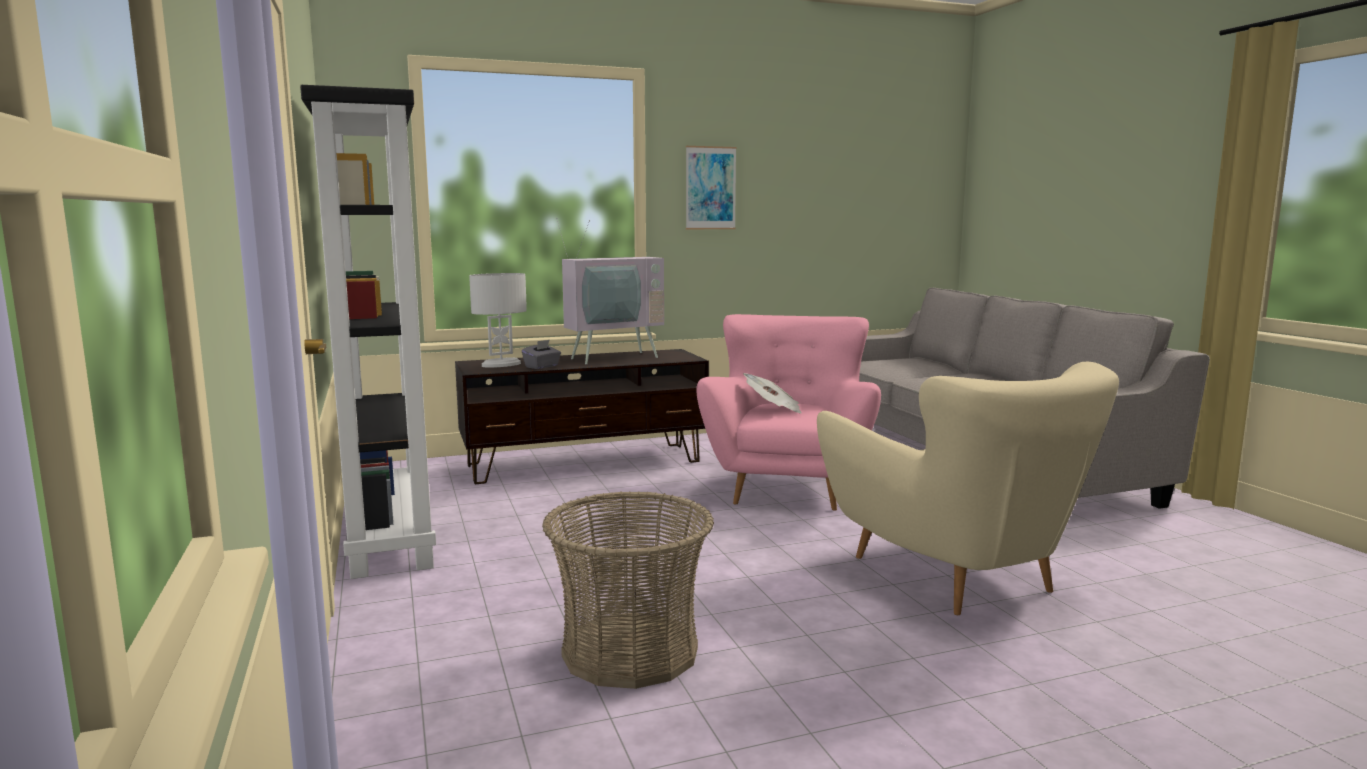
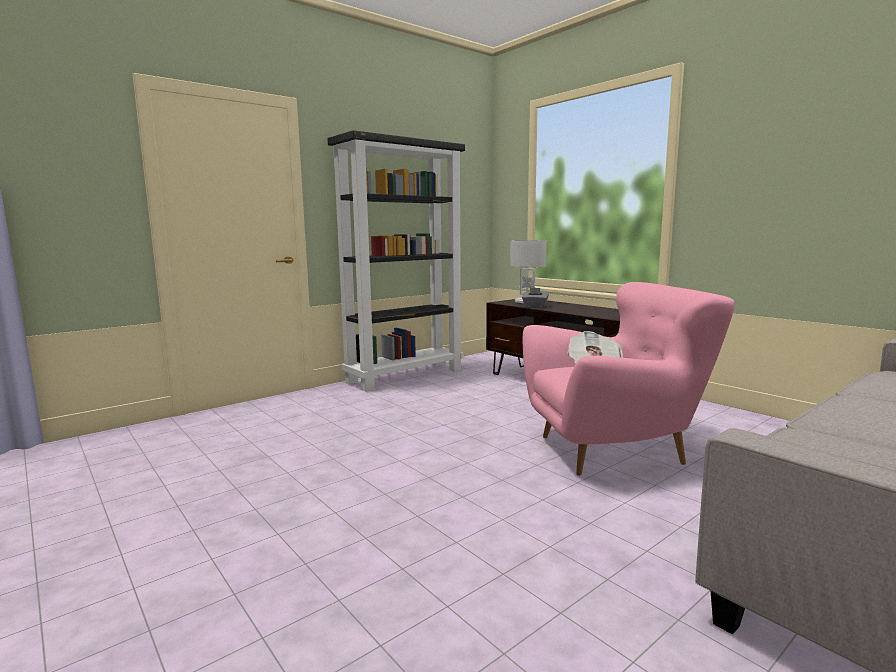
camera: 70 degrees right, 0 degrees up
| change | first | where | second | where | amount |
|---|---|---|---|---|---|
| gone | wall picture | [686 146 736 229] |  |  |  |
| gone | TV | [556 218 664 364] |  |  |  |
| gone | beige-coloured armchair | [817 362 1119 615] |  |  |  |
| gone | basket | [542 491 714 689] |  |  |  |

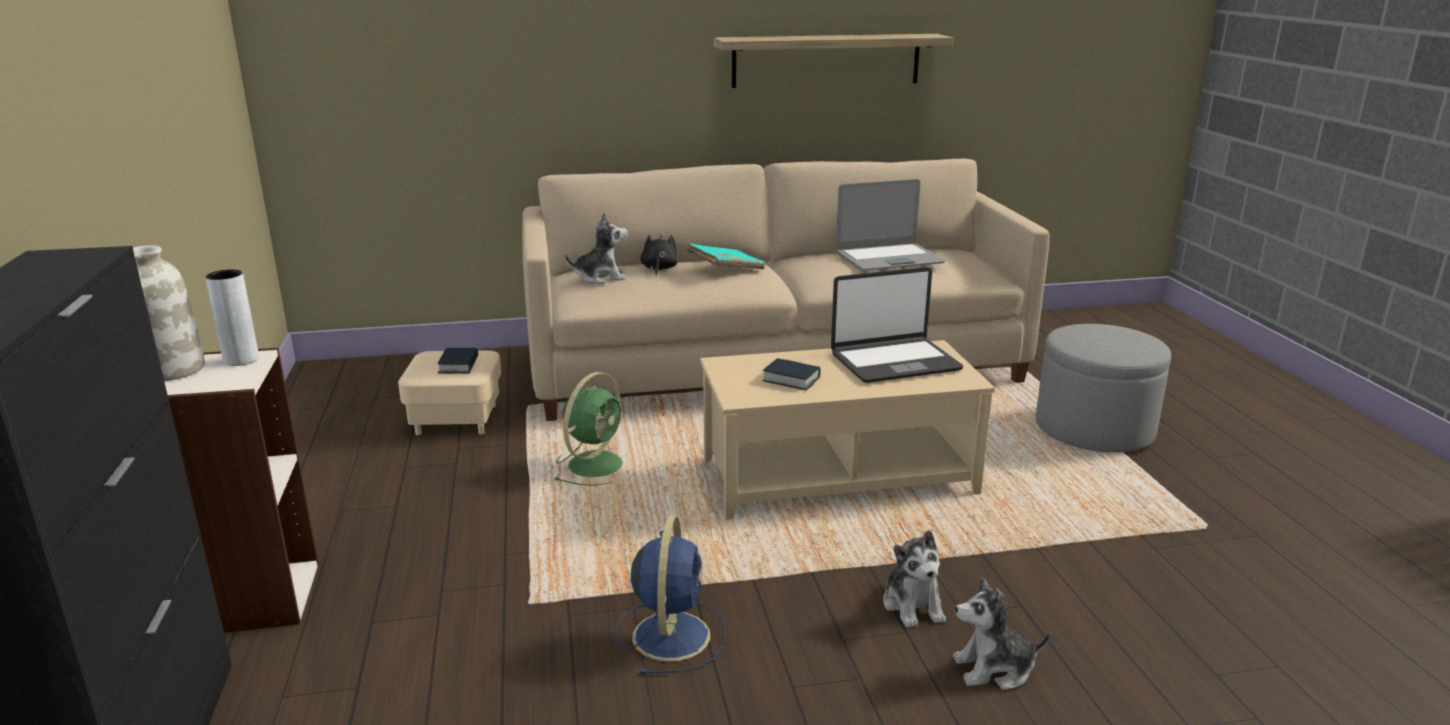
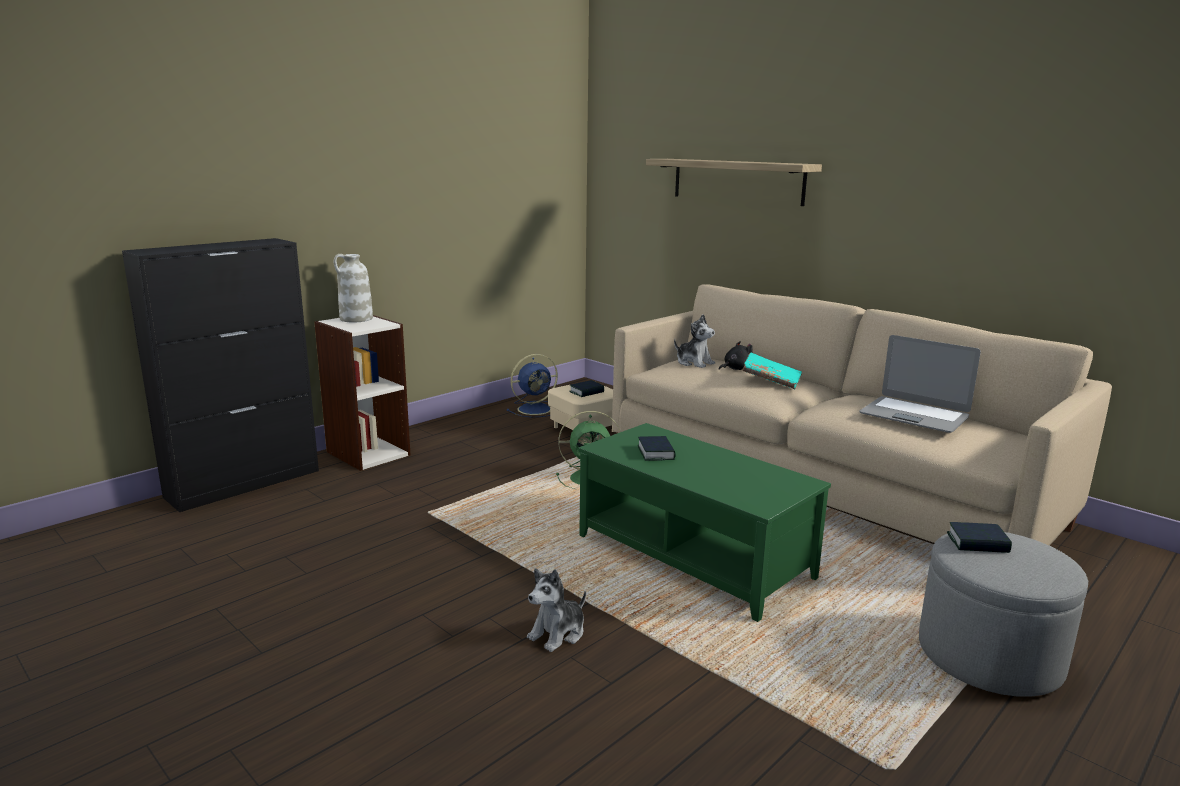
camera: 55 degrees right, 5 degrees down
| change | first | where | second | where | amount |
|---|---|---|---|---|---|
| shifted | bracket shelf | [714 34 954 88] |  | [646 159 822 206] |  |
| gone | notebook computer | [831 267 963 383] |  |  |  |
| gone | grey flower vase | [205 269 259 366] |  |  |  |
| repainted | beige-coloured coffee table | [700 340 995 520] | greenish coffee table | [578 423 831 622] |  |
| shifted | blue electric fan | [616 515 727 675] |  | [507 354 558 417] |  |
| gone | cuddly toy | [953 577 1051 690] |  |  |  |
| new |  |  | bound book | [947 522 1012 553] |  |

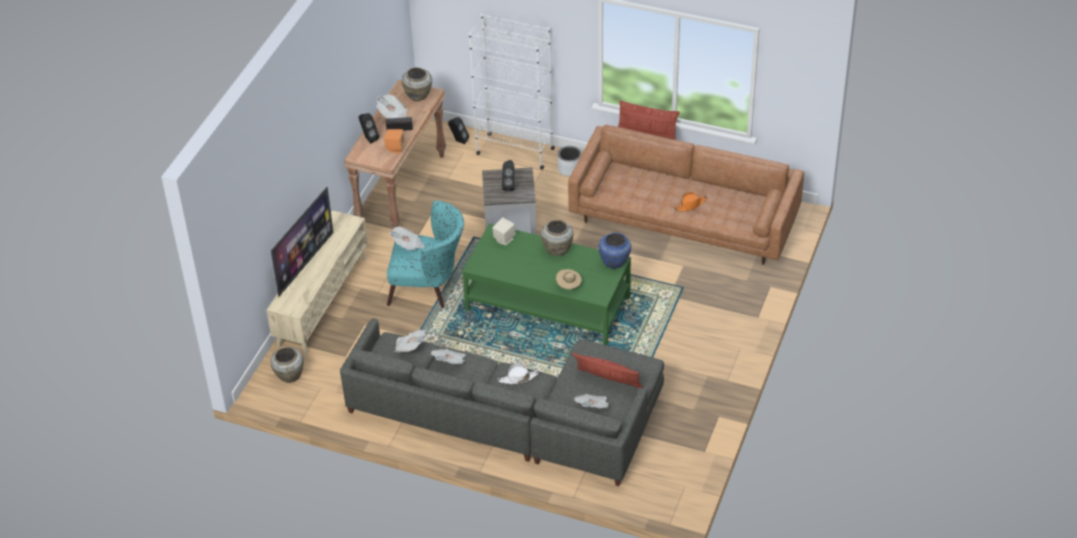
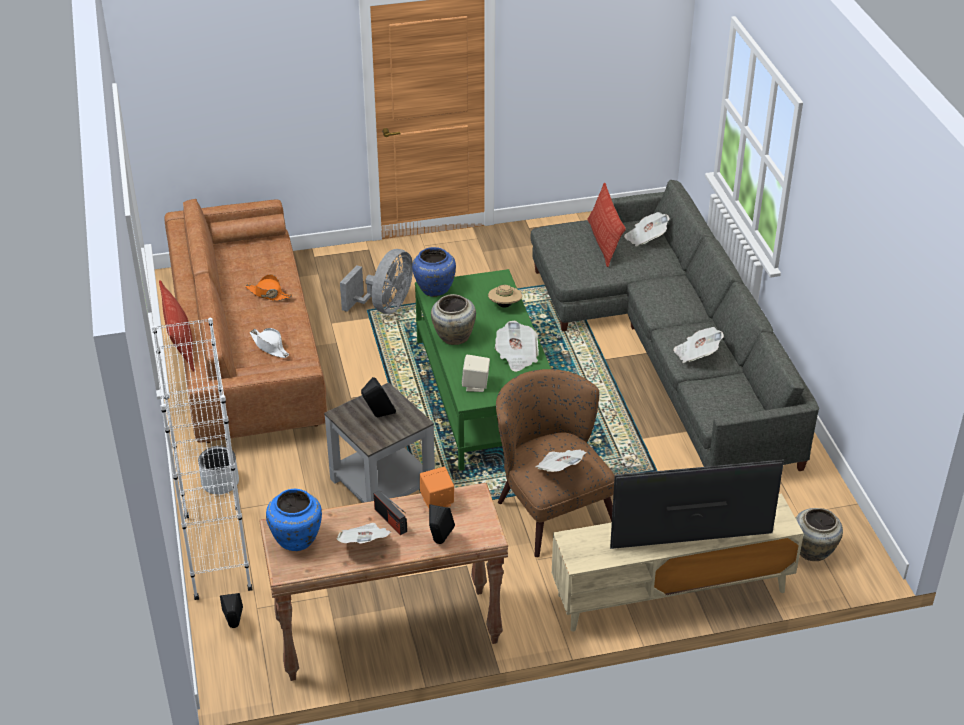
camera: 125 degrees left, 5 degrees down
| change | first | where | second | where | amount |
|---|---|---|---|---|---|
| repainted | beige-coloured flower vase | [402 67 432 101] | blue flower vase | [266 489 322 551] |  |
| repainted | turquoise armchair | [387 201 464 308] | brown-coloured armchair | [496 369 615 557] |  |
| shifted | newspaper | [394 330 426 352] |  | [495 321 539 372] |  |
| shifted | white hat | [497 363 539 384] |  | [250 328 289 358] |  |
| new |  |  | grey electric fan | [340 249 413 314] |  |

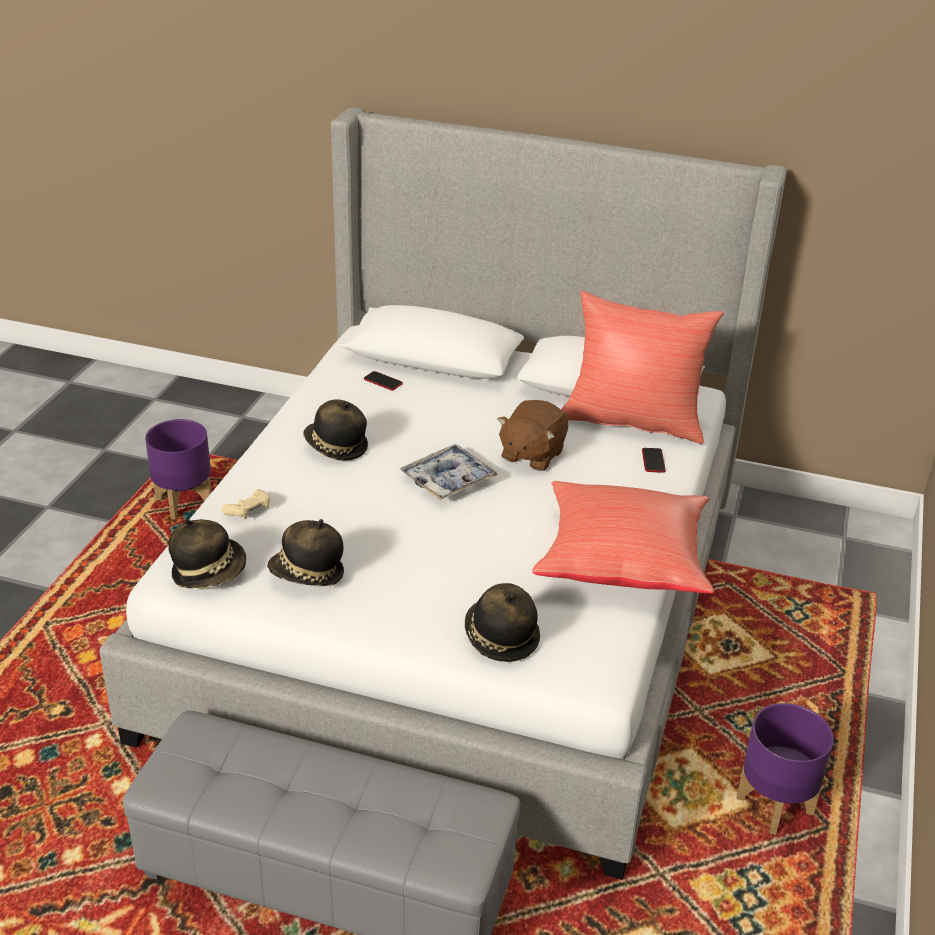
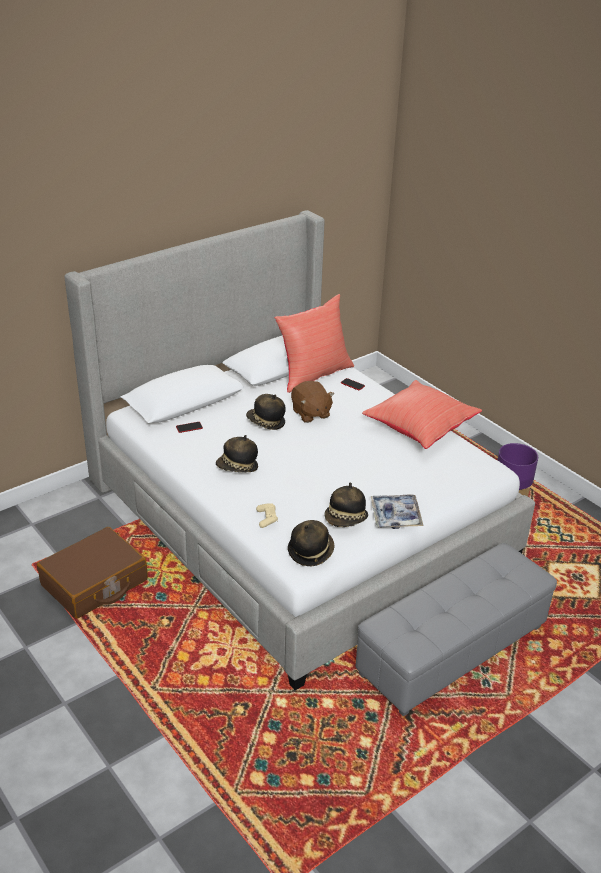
camera: 55 degrees left, 0 degrees up
| change | first | where | second | where | amount |
|---|---|---|---|---|---|
| swapped | purplish flower pot | [145 419 212 519] | brown-coloured travel case | [37 527 148 619] |  |
| shifted | carrying tray | [400 444 499 500] |  | [371 494 423 529] |  |
| shifted | hat | [465 583 540 662] |  | [246 394 286 430] |  |

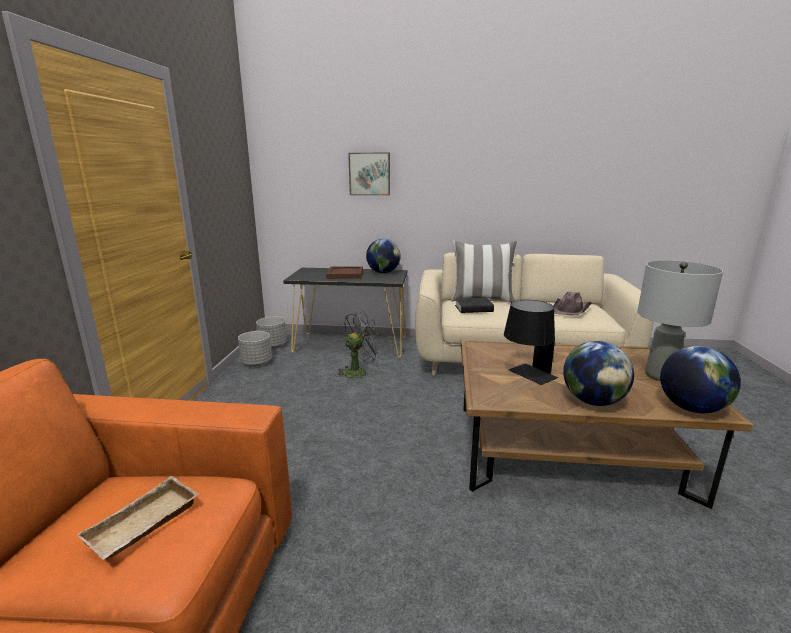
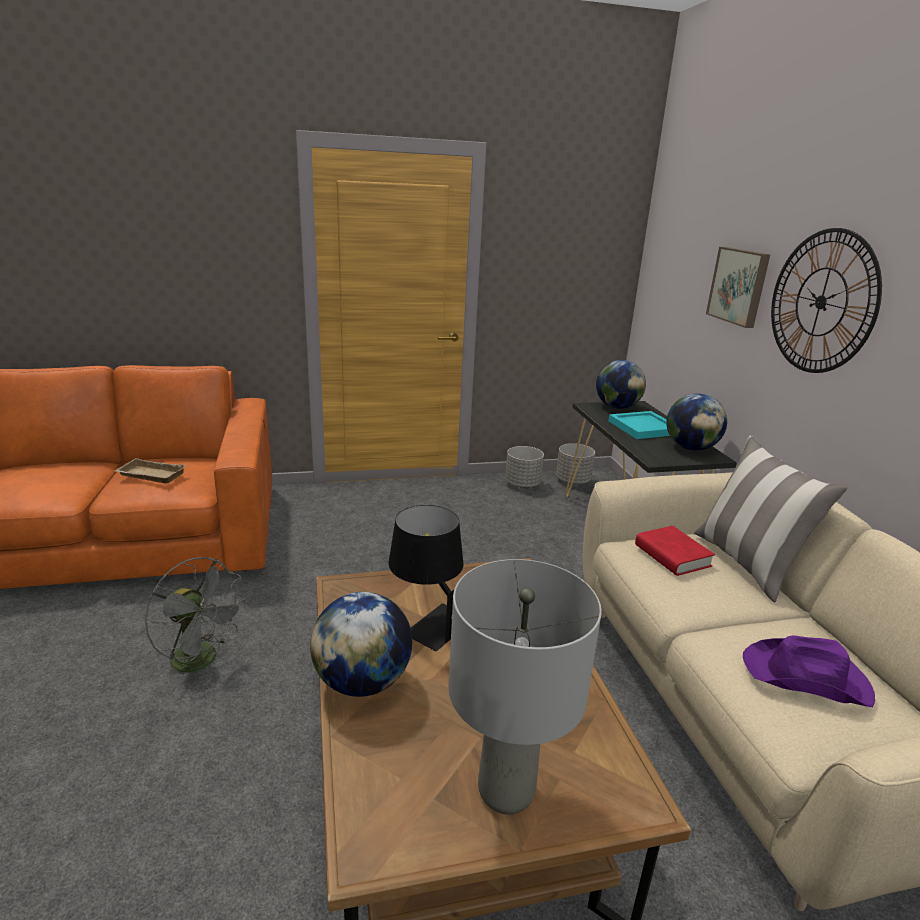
camera: 70 degrees right, 5 degrees up
| change | first | where | second | where | amount |
|---|---|---|---|---|---|
| repainted | brown-coloured carrying tray | [326 266 363 279] | turquoise carrying tray | [608 411 670 439] |  |
| repainted | brown-coloured hat | [553 292 592 315] | purplish hat | [743 635 875 707] |  |
| repainted | black-coloured bound book | [455 297 494 313] | red-coloured bound book | [635 526 715 576] |  |
| shifted | grey electric fan | [335 311 384 378] |  | [145 557 247 687] |  |
| shifted | desk globe | [660 346 741 413] |  | [596 360 646 409] |  |
| new |  |  | hanging clock | [771 228 882 373] |  |

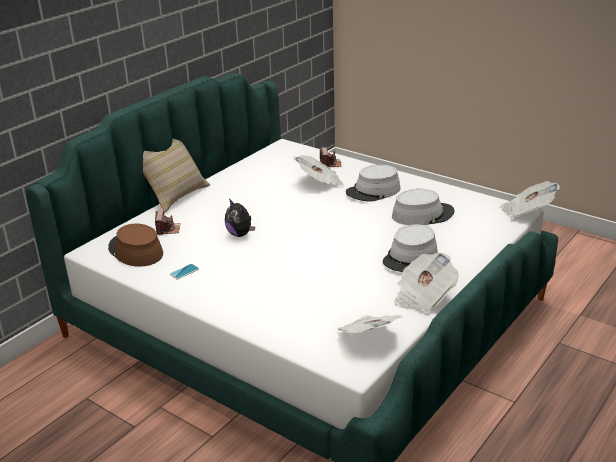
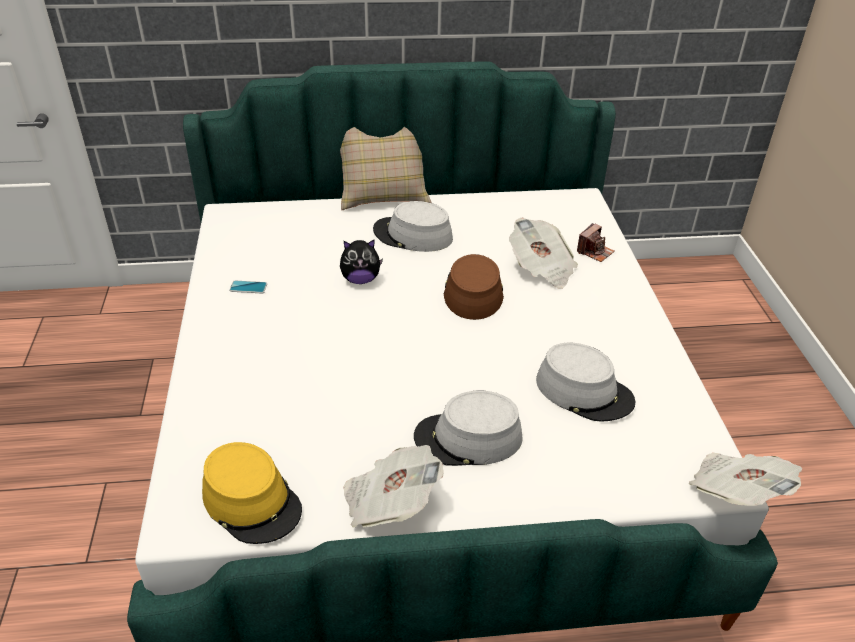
camera: 45 degrees right, 10 degrees up
| change | first | where | second | where | amount |
|---|---|---|---|---|---|
| shifted | grey hat | [346 165 401 202] |  | [373 201 453 252] |  |
| rotated | cuddly toy | [225 199 255 237] |  | [340 240 383 284] | 105 degrees counterclockwise |
| gone | still camera | [155 210 180 235] |  |  |  |
| shifted | brown-coloured hat | [108 224 163 267] |  | [444 254 504 320] |  |
| swapped | newspaper | [337 315 402 333] | yellow hat | [202 442 302 544] |  |

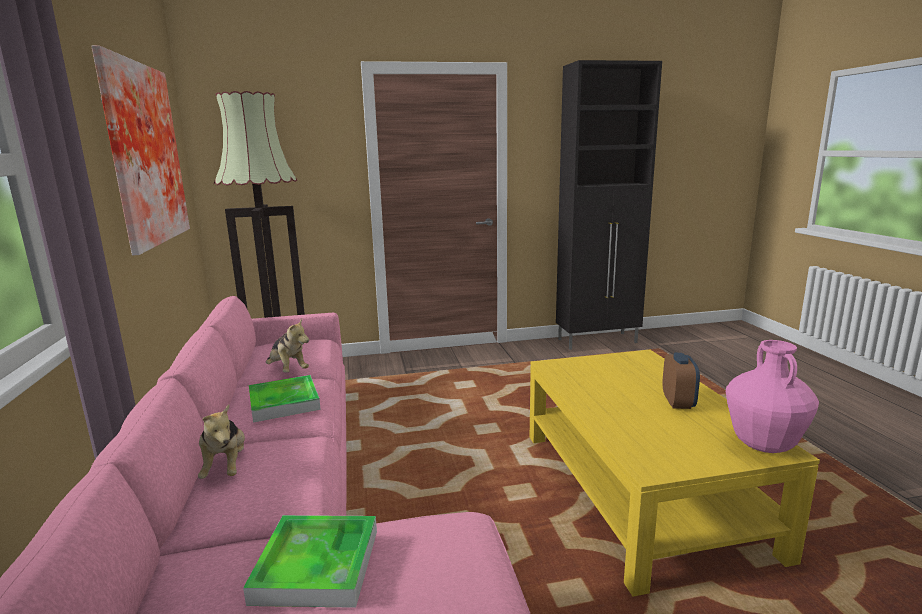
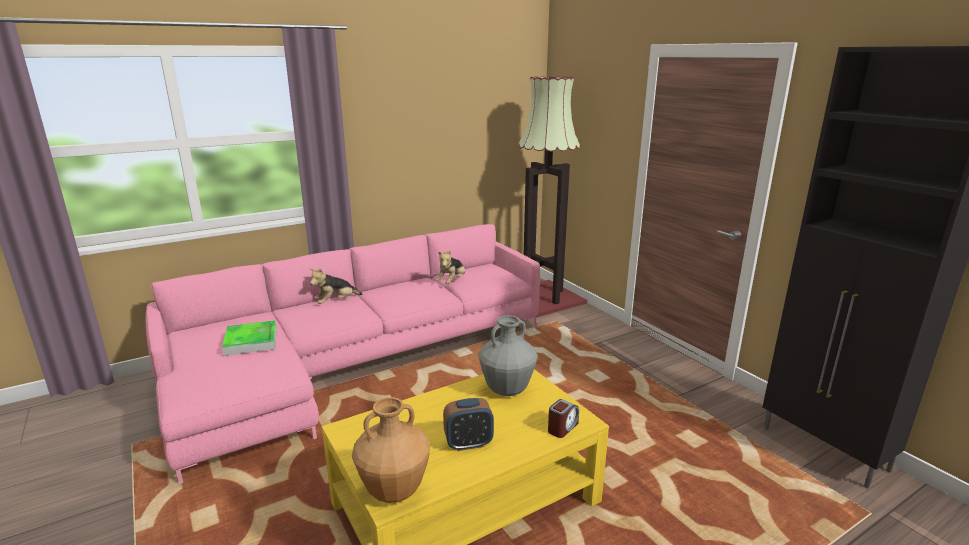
camera: 70 degrees right, 5 degrees up
| change | first | where | second | where | amount |
|---|---|---|---|---|---|
| gone | wall picture | [92 45 190 255] |  |  |  |
| repainted | pink-coloured flower vase | [726 340 819 453] | brown-coloured flower vase | [352 397 430 503] |  |
| gone | carrying tray | [249 375 321 423] |  |  |  |
| new |  |  | grey flower vase | [479 315 538 396] |  |
| new |  |  | bedside clock | [548 399 579 438] |  |

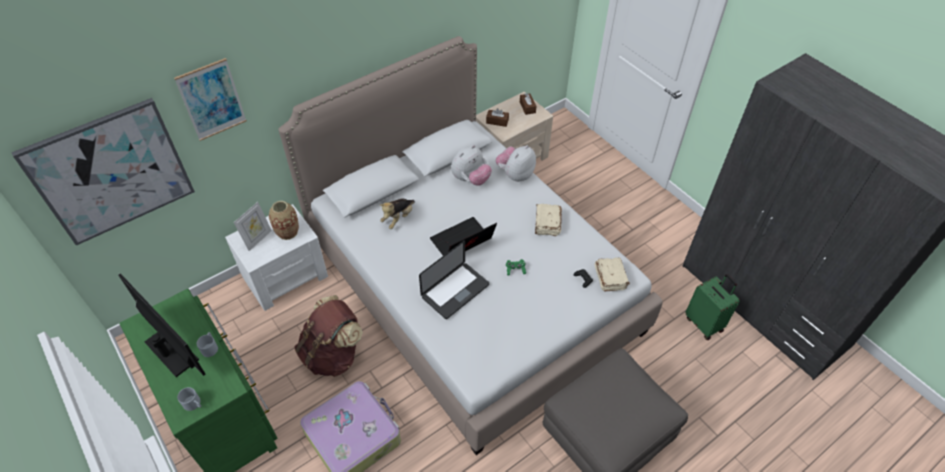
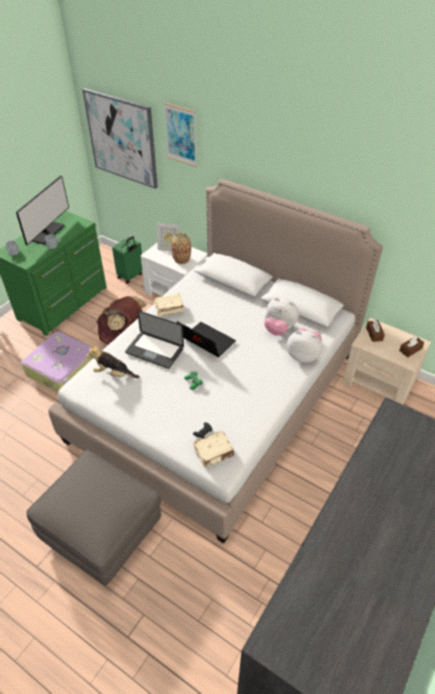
camera: 70 degrees right, 5 degrees down
| change | first | where | second | where | amount |
|---|---|---|---|---|---|
| shifted | cuddly toy | [380 198 415 229] |  | [86 344 139 378] |  |
| shifted | beige-coloured bound book | [535 204 562 236] |  | [154 293 184 317] |  |
| shifted | greenish travel case | [685 274 740 340] |  | [112 236 143 284] |  |

